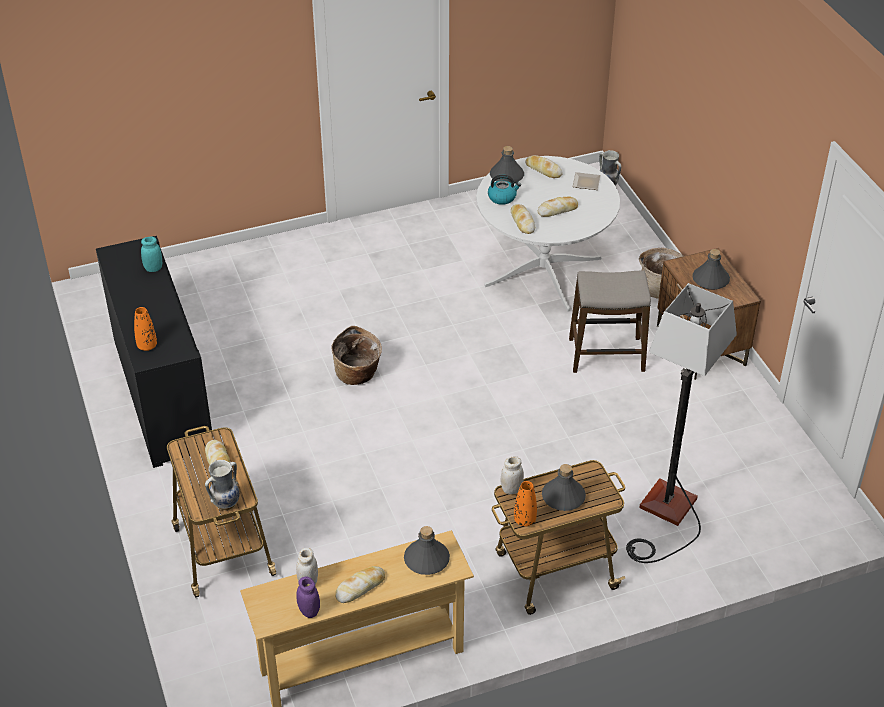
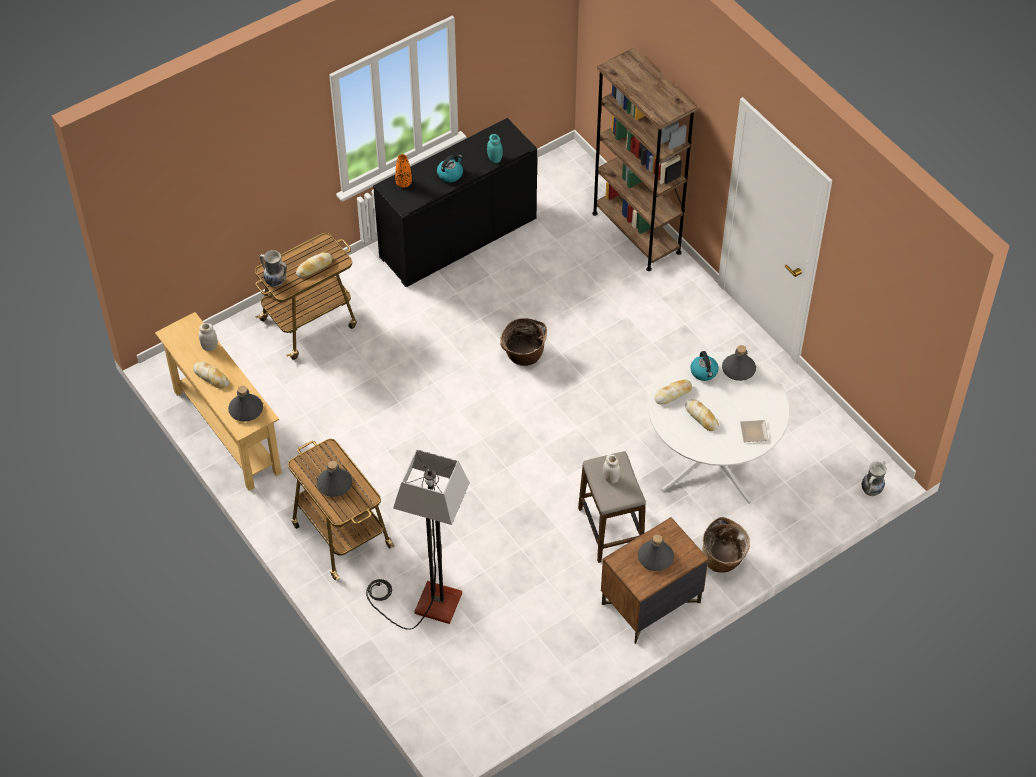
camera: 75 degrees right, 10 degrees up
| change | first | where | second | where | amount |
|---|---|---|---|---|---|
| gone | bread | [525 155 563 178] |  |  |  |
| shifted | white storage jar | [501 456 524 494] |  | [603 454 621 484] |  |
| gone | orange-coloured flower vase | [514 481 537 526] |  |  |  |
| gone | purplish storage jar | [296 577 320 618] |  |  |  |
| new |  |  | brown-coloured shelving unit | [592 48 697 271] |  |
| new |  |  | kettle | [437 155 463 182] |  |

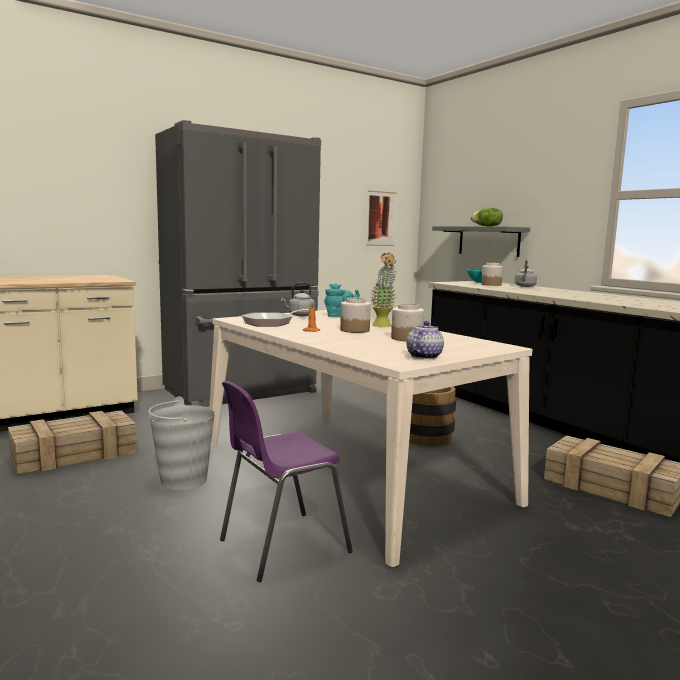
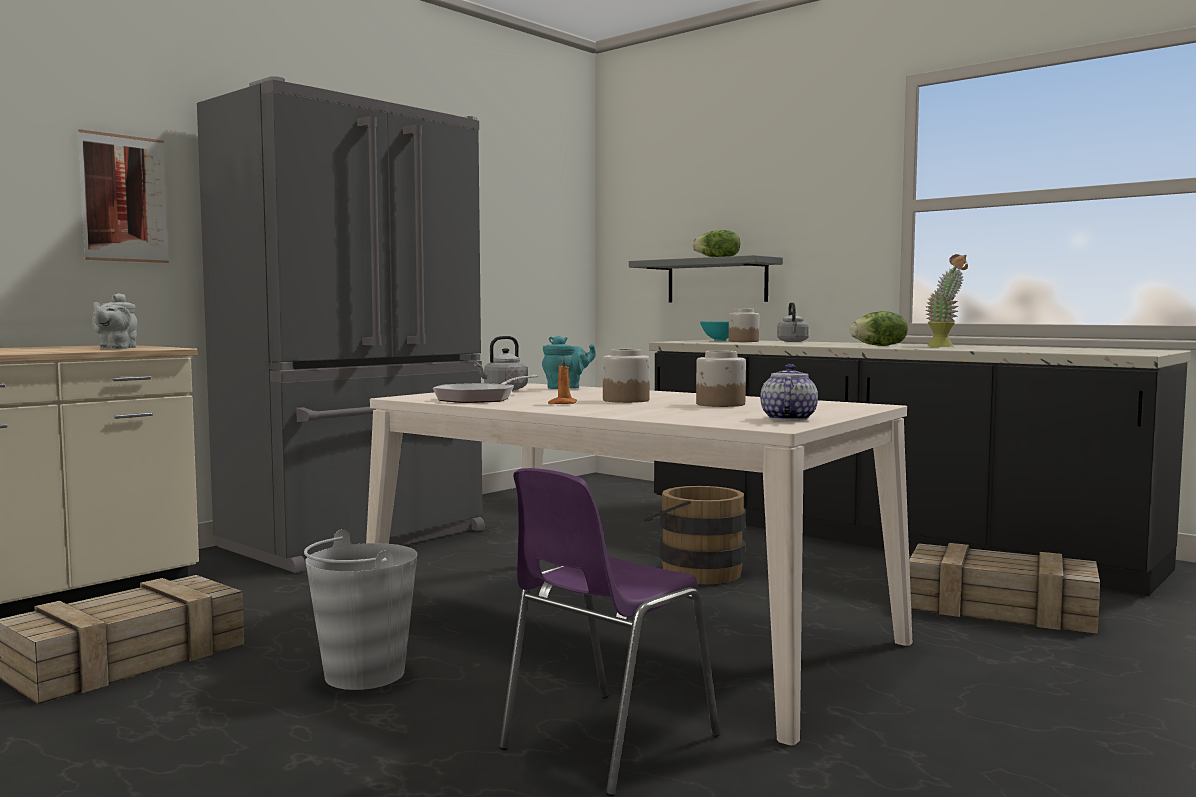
camera: 15 degrees left, 5 degrees down
| change | first | where | second | where | amount |
|---|---|---|---|---|---|
| shifted | wall picture | [366 191 397 246] |  | [78 129 169 263] |  |
| shifted | potted plant | [370 253 397 327] |  | [925 254 968 347] |  |
| new |  |  | grey tea pot | [92 293 138 349] |  |
| new |  |  | lettuce head | [850 311 908 346] |  |

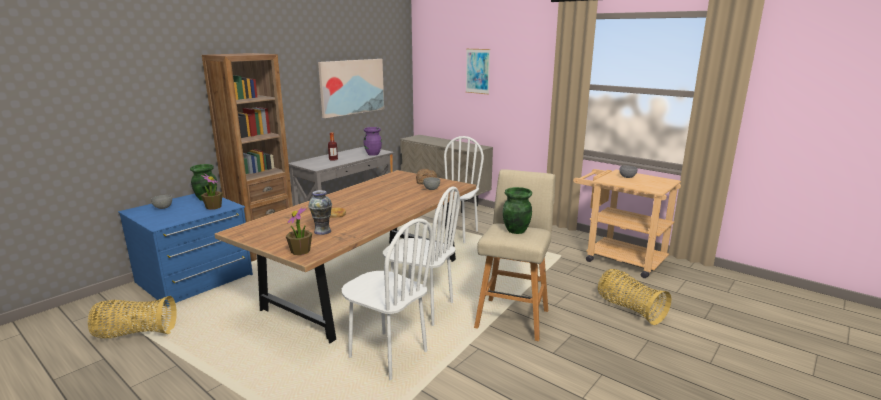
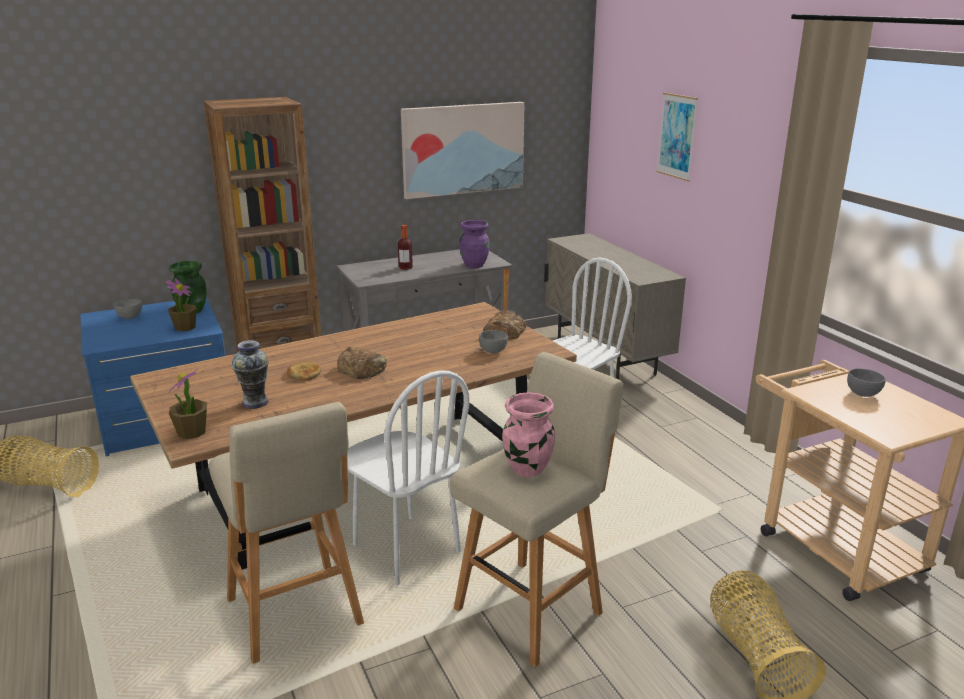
camera: 25 degrees right, 5 degrees up
| change | first | where | second | where | amount |
|---|---|---|---|---|---|
| repainted | greenish flower vase | [503 187 532 234] | pink-coloured flower vase | [502 392 555 477] |  |
| swapped | white upright chair | [342 218 434 380] | beige-coloured stool | [209 402 364 664] |  |
| new |  |  | bread | [337 347 387 379] |  |

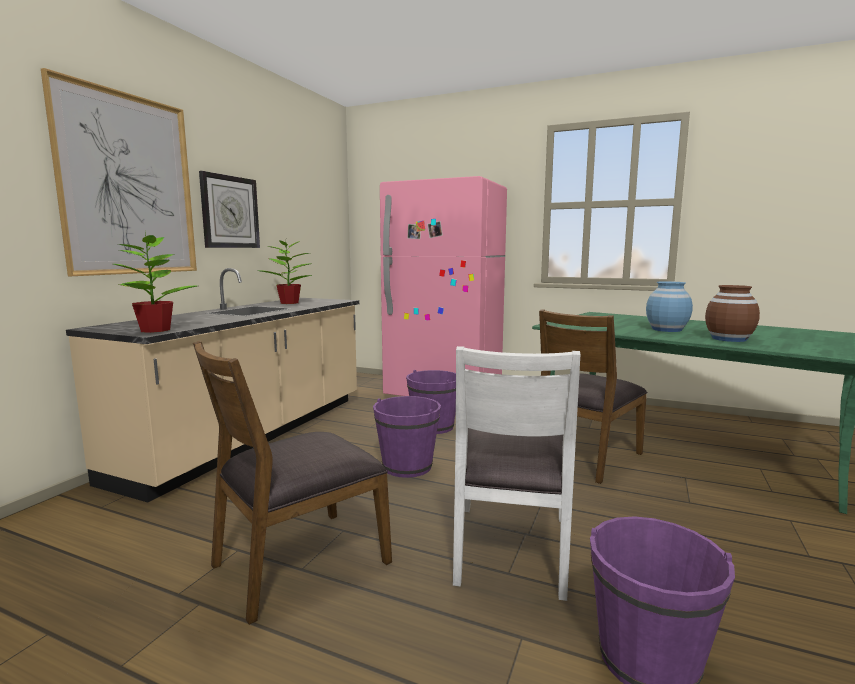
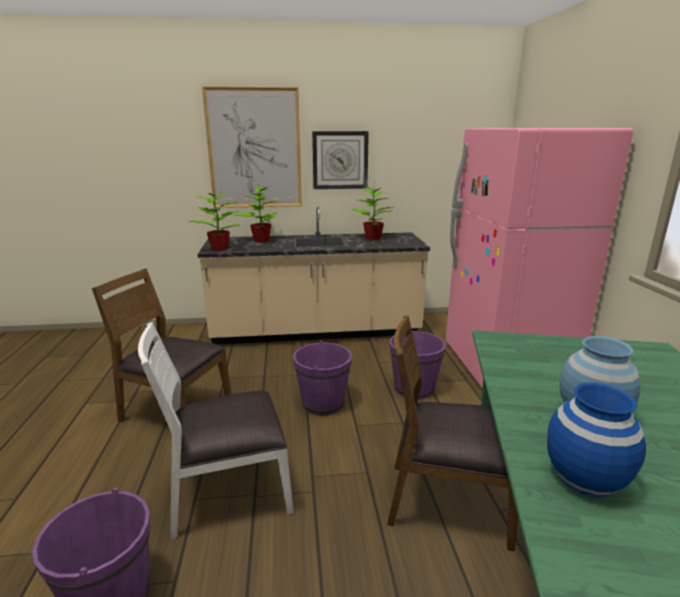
camera: 60 degrees right, 10 degrees up
| change | first | where | second | where | amount |
|---|---|---|---|---|---|
| repainted | brown-coloured flower vase | [705 285 760 342] | blue flower vase | [547 382 646 498] |  |
| new |  |  | potted plant | [234 184 278 242] |  |

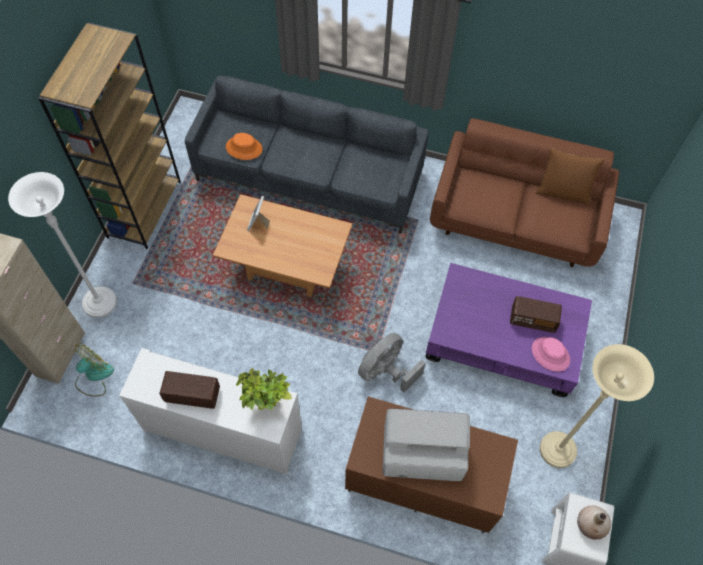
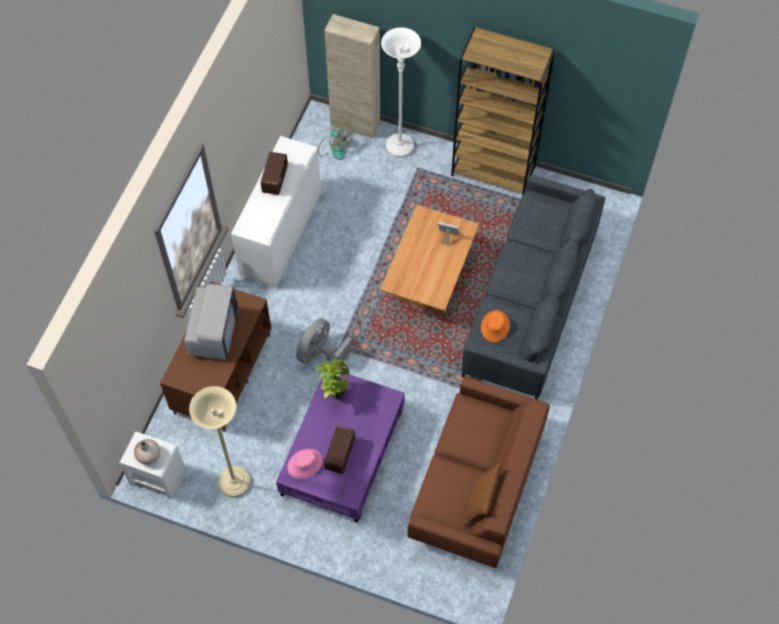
camera: 95 degrees right, 0 degrees up
| change | first | where | second | where | amount |
|---|---|---|---|---|---|
| shifted | orange-coloured hat | [226 133 263 160] |  | [481 310 510 342] |  |
| rotated | grey electric fan | [358 333 426 392] |  | [296 318 352 365] | 105 degrees counterclockwise |
| shifted | potted plant | [236 368 292 410] |  | [315 357 350 400] |  |

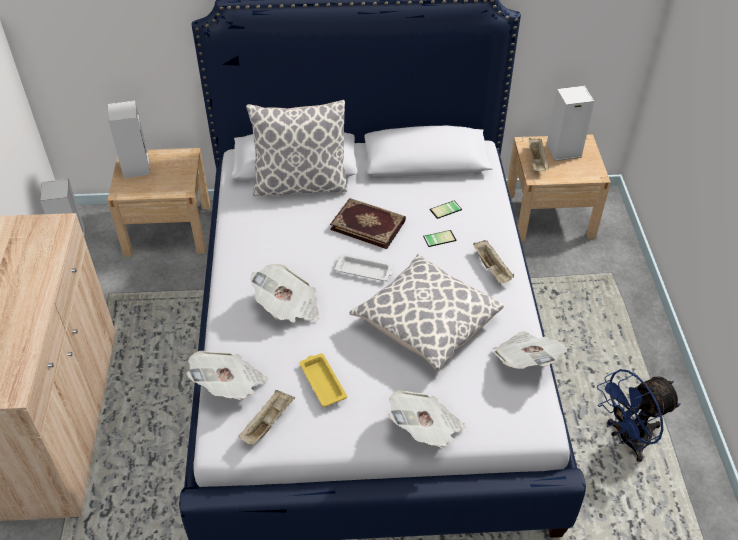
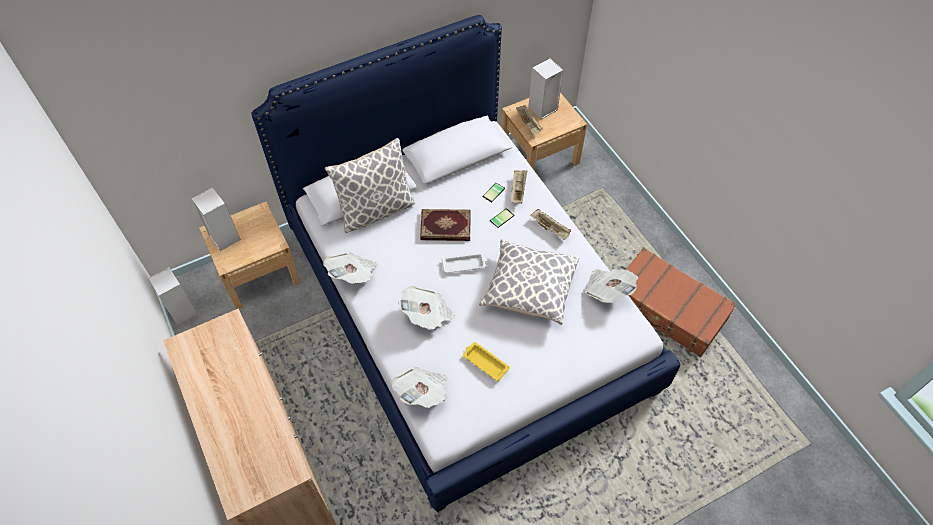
camera: 25 degrees left, 10 degrees up
| change | first | where | second | where | amount |
|---|---|---|---|---|---|
| swapped | blue electric fan | [597 369 681 462] | brown-coloured travel case | [626 247 737 357] |  |
| shifted | beige-coloured carrying tray | [239 390 295 446] |  | [510 170 527 204] |  |
| shifted | newspaper | [389 390 465 448] |  | [323 252 377 284] |  |

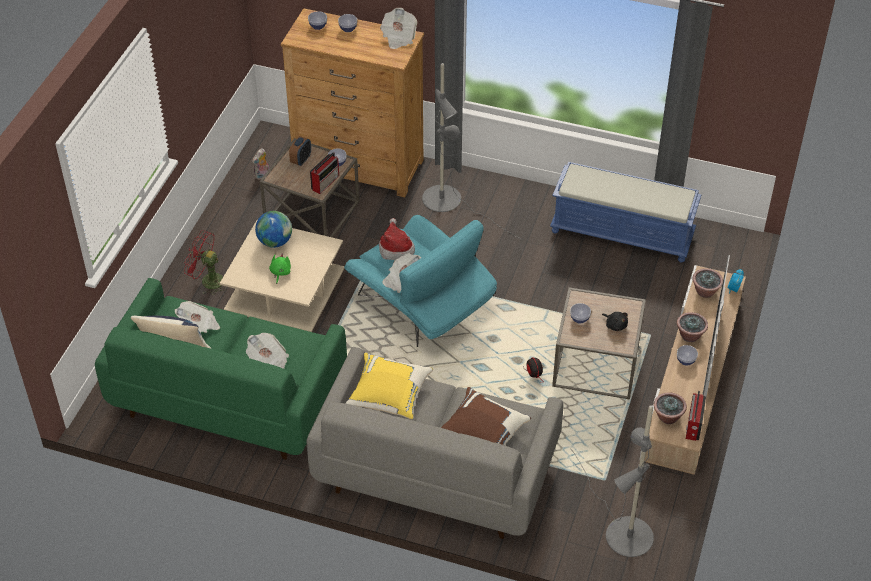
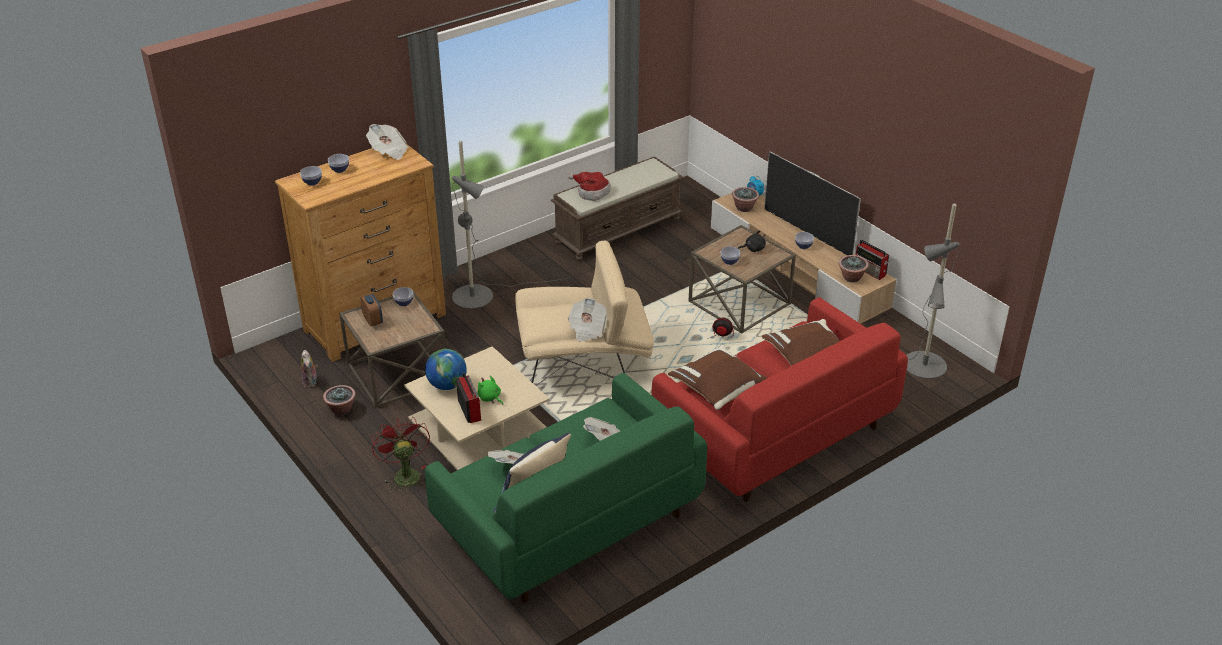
camera: 55 degrees left, 10 degrees down
| change | first | where | second | where | amount |
|---|---|---|---|---|---|
| shifted | radio receiver | [310 152 339 194] |  | [456 372 481 423] |  |
| repainted | blue long seat | [550 162 701 263] | brown-coloured long seat | [551 156 684 261] |  |
| repainted | turquoise armchair | [344 215 497 347] | beige-coloured armchair | [515 241 654 386] |  |
| shifted | hat | [379 218 415 260] |  | [568 172 611 201] |  |
| rotated | red-coloured electric fan | [184 230 226 294] |  | [371 417 430 493] | 105 degrees clockwise |
| shifted | potted plant | [677 312 708 342] |  | [323 385 356 416] |  |
| repainted | grey couch | [307 347 563 539] | red-coloured couch | [651 297 908 502] |  |
| repainted | yellow throw pillow | [345 353 433 419] | brown-coloured throw pillow | [668 345 767 410] |  |

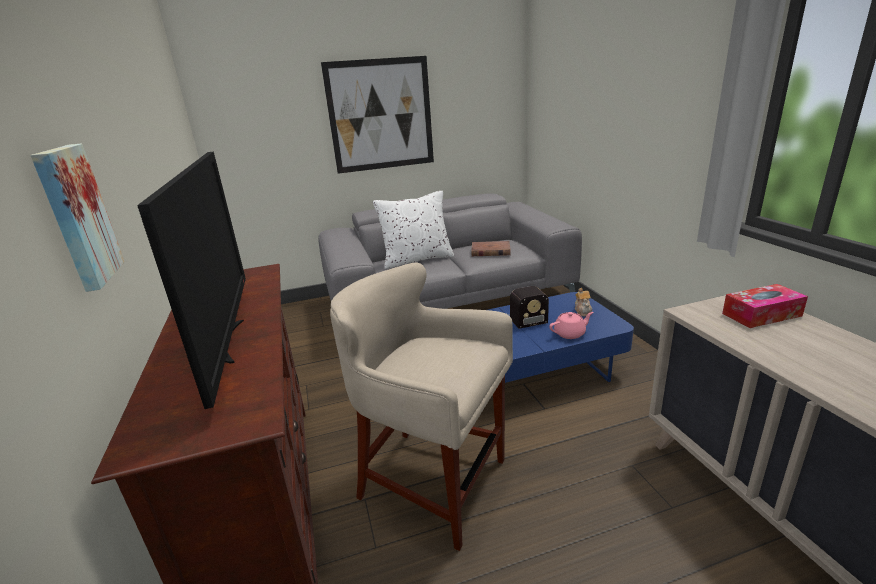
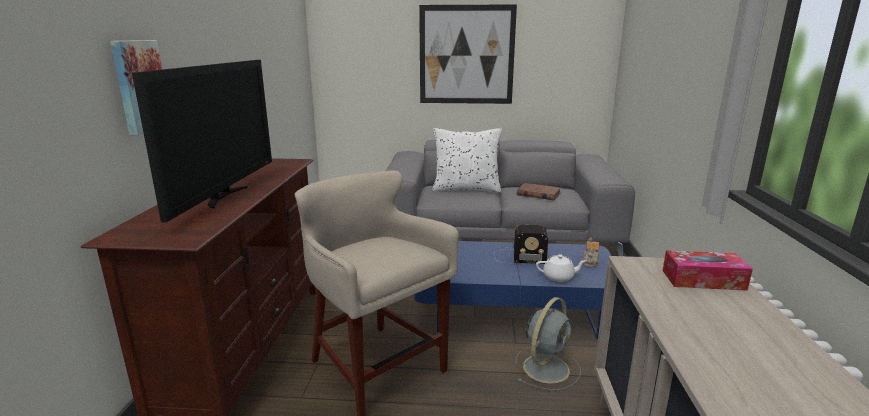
camera: 20 degrees right, 5 degrees down
| change | first | where | second | where | amount |
|---|---|---|---|---|---|
| repainted | pink-coloured tea pot | [549 312 593 339] | white tea pot | [536 254 587 282] |  |
| new |  |  | grey electric fan | [515 297 581 391] |  |

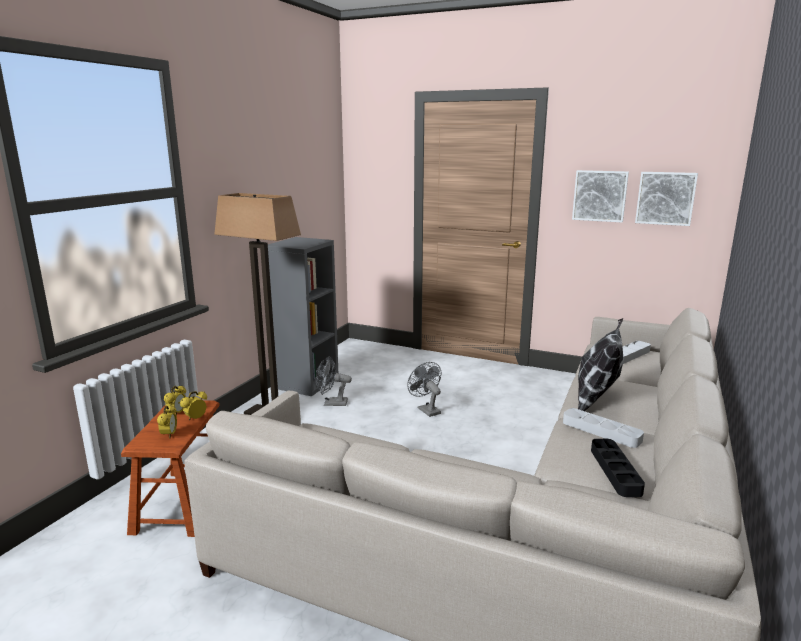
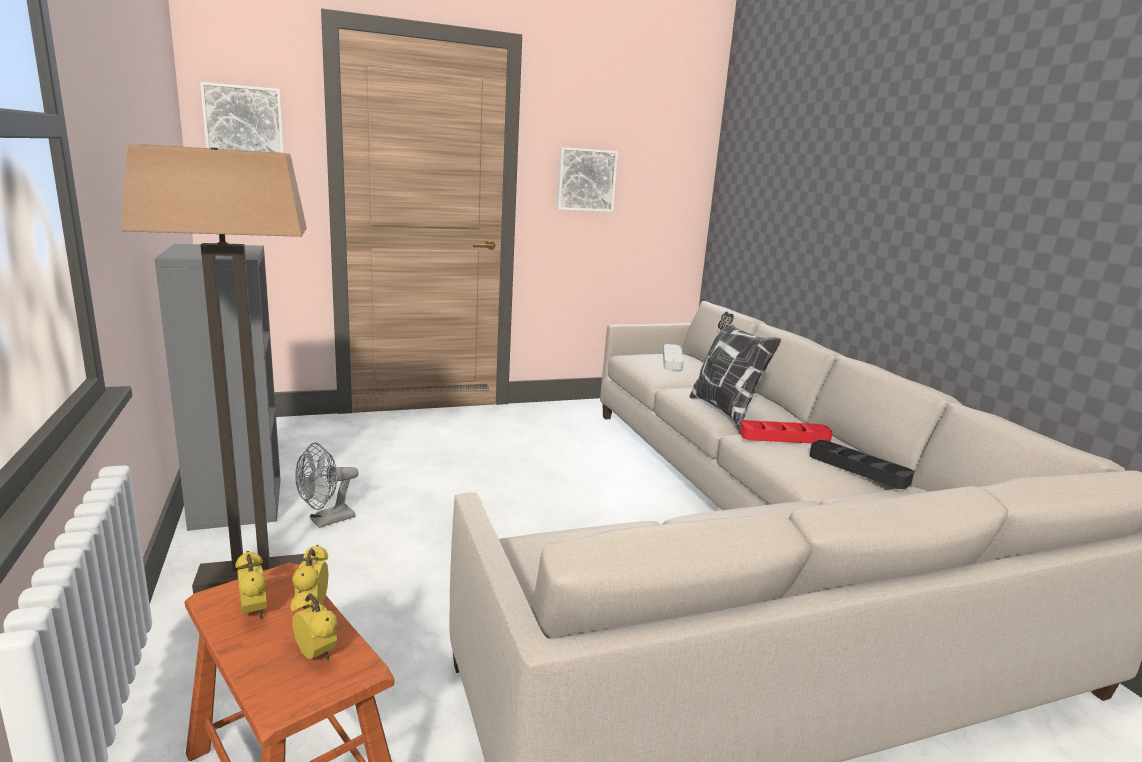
camera: 45 degrees left, 0 degrees up
| change | first | where | second | where | amount |
|---|---|---|---|---|---|
| shifted | wall picture | [635 172 698 226] |  | [200 82 284 153] |  |
| gone | grey electric fan | [407 362 442 417] |  |  |  |
| repainted | grey carrying tray | [563 408 644 448] | red-coloured carrying tray | [740 420 833 443] |  |

